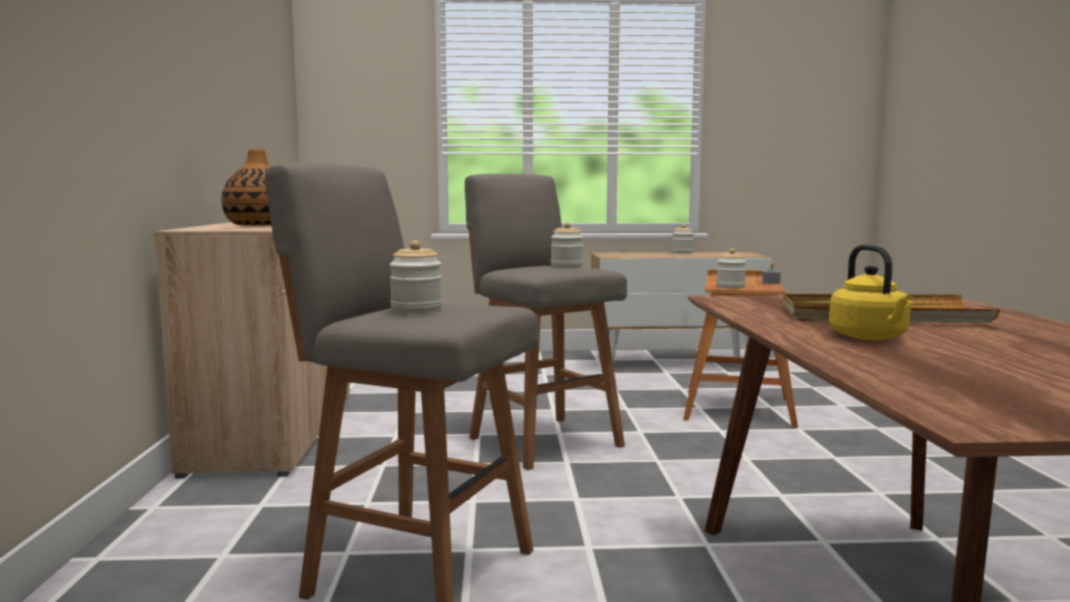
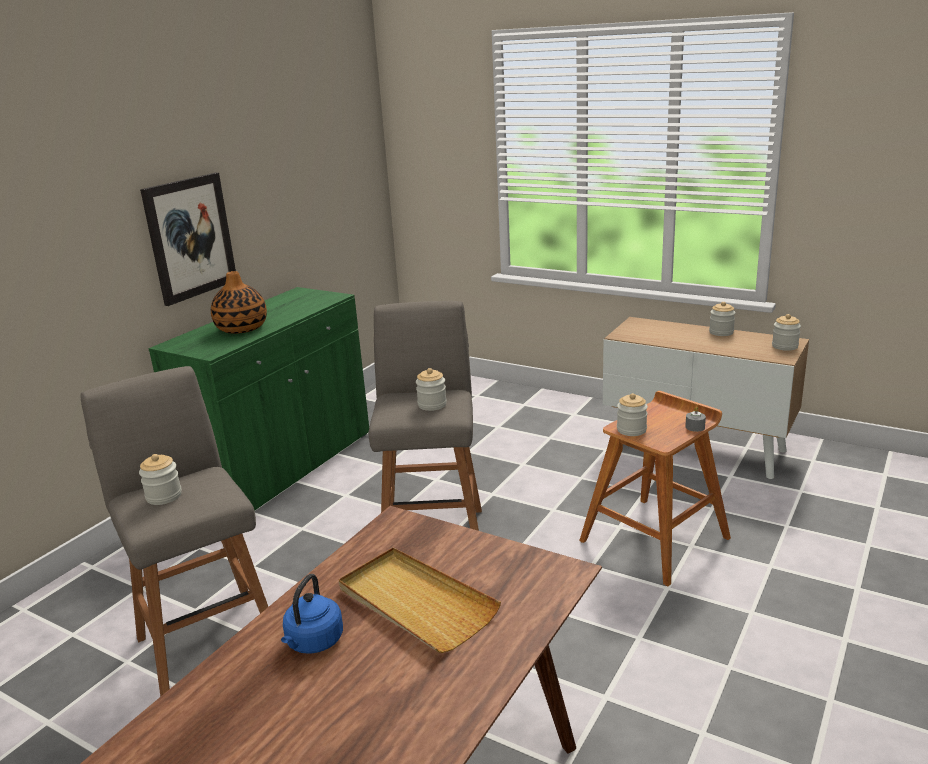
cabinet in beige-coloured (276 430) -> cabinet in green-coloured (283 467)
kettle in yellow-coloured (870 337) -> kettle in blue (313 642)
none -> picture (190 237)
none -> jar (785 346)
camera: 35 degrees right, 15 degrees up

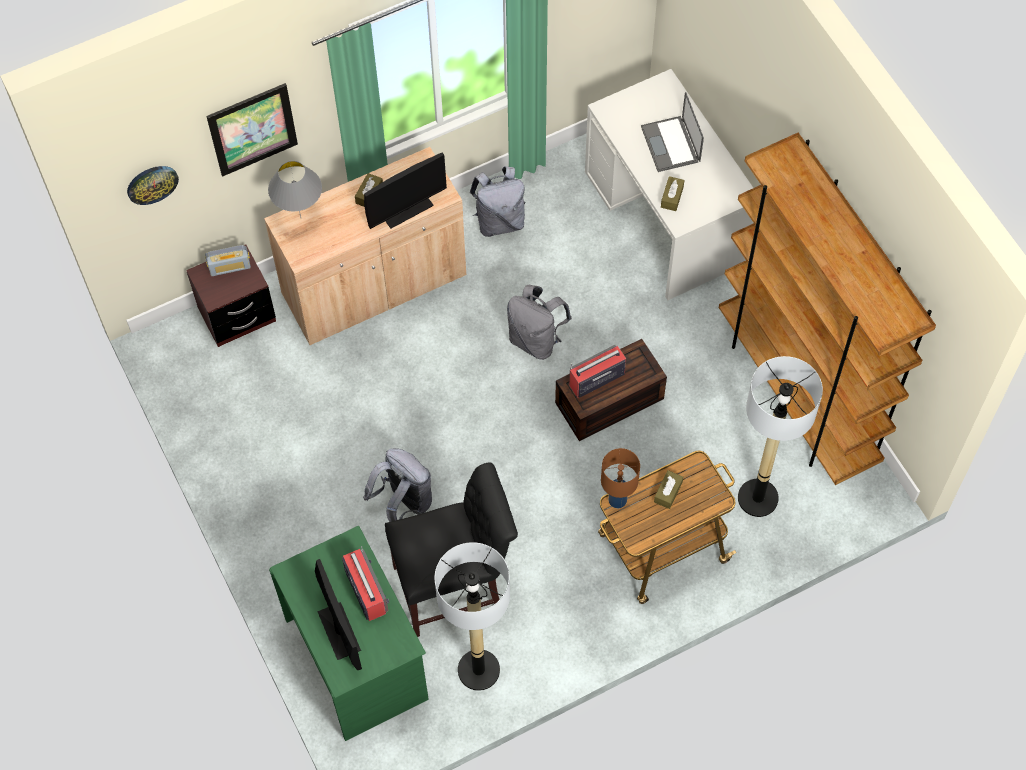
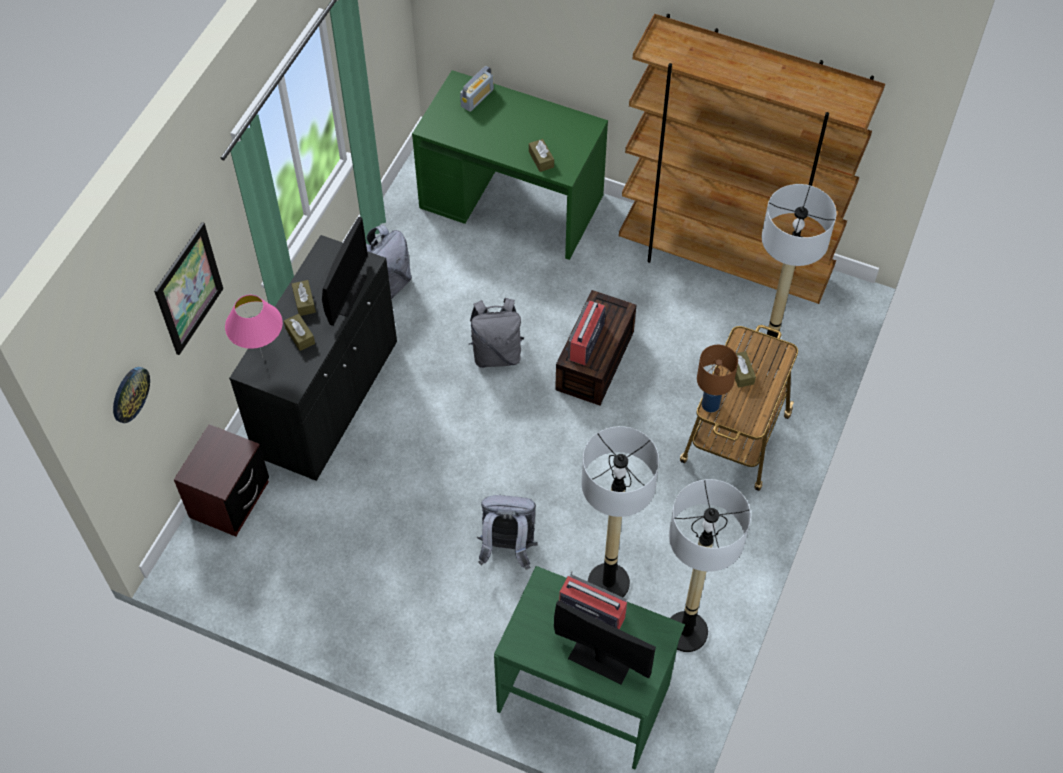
desk unit in white (665 216) -> desk unit in green-coloured (511 201)
laptop (671 145) -> none
cabinet in beige-coloured (374 285) -> cabinet in black (327 399)
lamp for a table in gray (300 218) -> lamp for a table in pink-coloured (262 357)
radio set (230 267) -> radio set (477 98), move
plain chair in black (455 587) -> standing lamp (608 583)
none -> tissue holder in brown (300 336)
camera: 40 degrees left, 5 degrees down

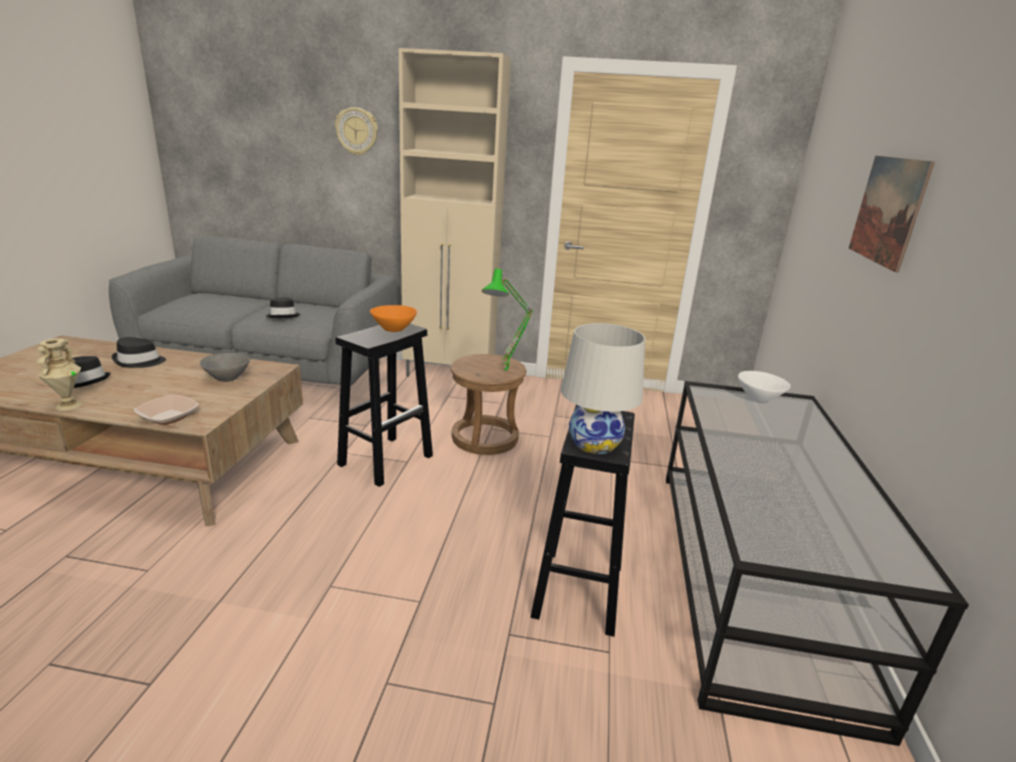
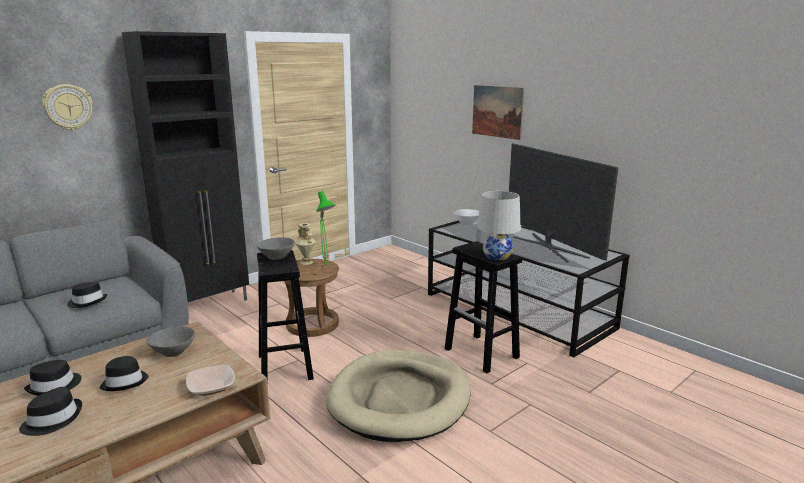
cabinet in beige-coloured (450 375) -> cabinet in black (209 305)
bowl in orange (393 329) -> bowl in gray (276 257)
decorative vase in beige-coloured (68 405) -> decorative vase in beige-coloured (306 262), move
none -> television (549 247)
none -> dog cushion in beige-coloured (400 399)
none -> clothing hat in black (125 382)
camera: 50 degrees left, 5 degrees down

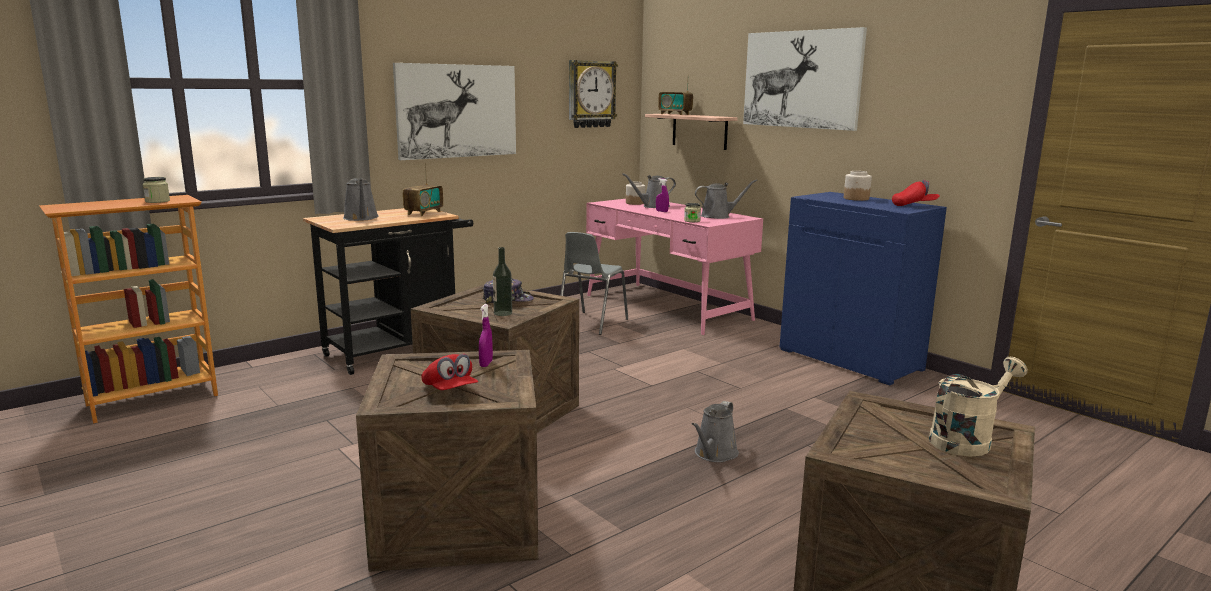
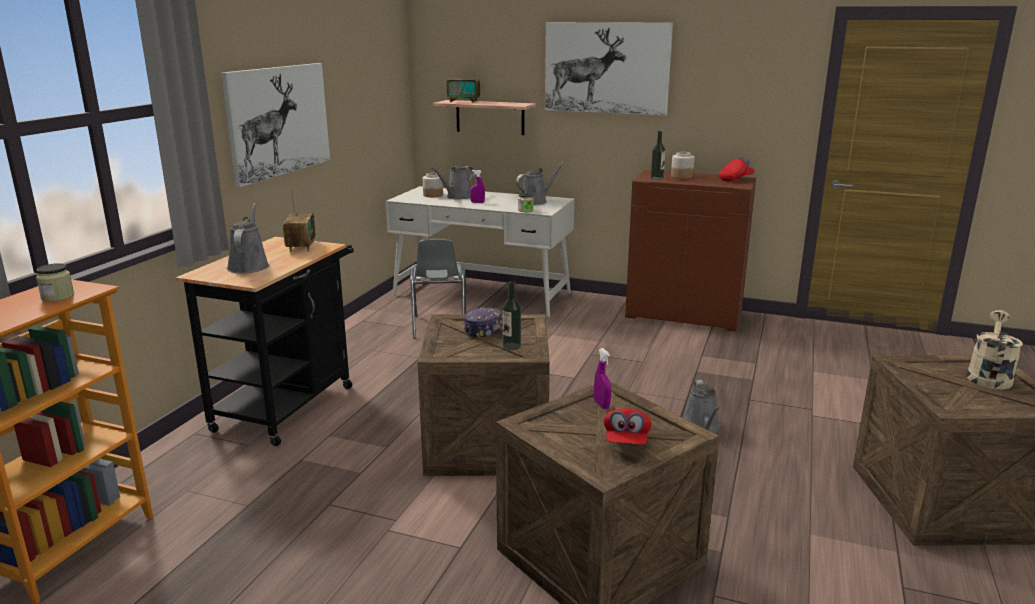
wall clock (591 94) -> none
watering pot in gray (361 218) -> watering pot in gray (249 266), 135 degrees counterclockwise
cabinet in blue (851 359) -> cabinet in brown (684 314)
desk unit in pink-coloured (666 307) -> desk unit in white (482 294)
baseball cap in red-coloured (450 390) -> baseball cap in red-coloured (626 441), 75 degrees clockwise
none -> beverage bottle (657 178)
camera: 30 degrees left, 5 degrees up

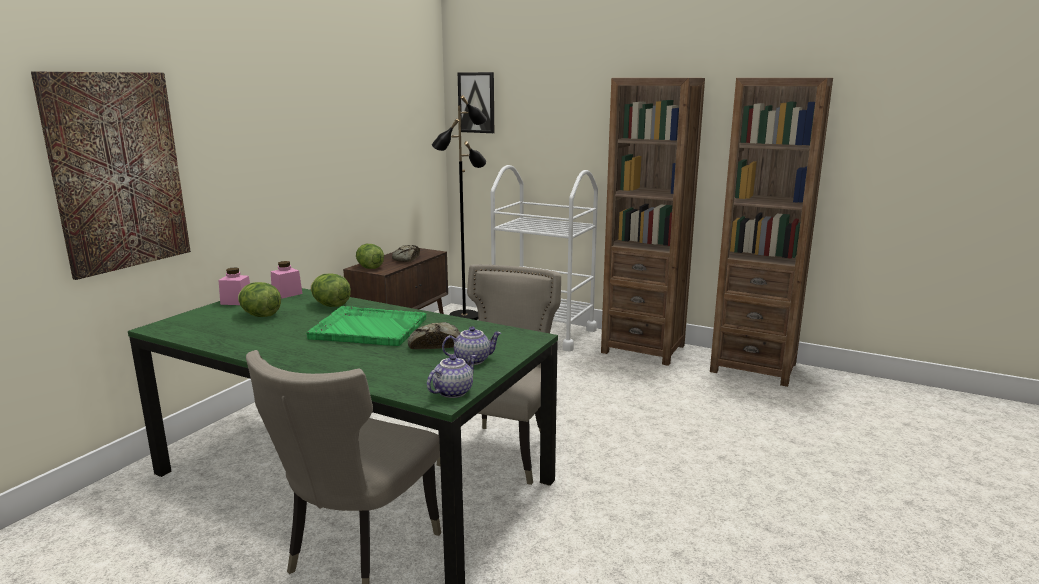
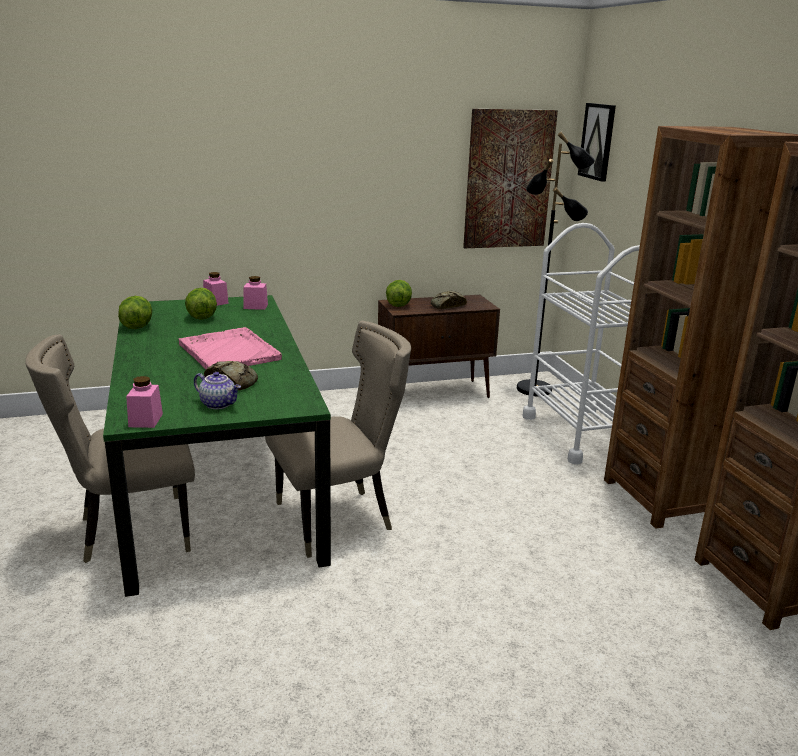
picture (117 172) -> picture (508 180), move
head of lettuce (331 305) -> head of lettuce (137 326), move
tray in green-coloured (368 328) -> tray in pink-coloured (229 351)
pot for tea (452 392) -> jar in pink-coloured (145 420)
camera: 45 degrees right, 5 degrees up

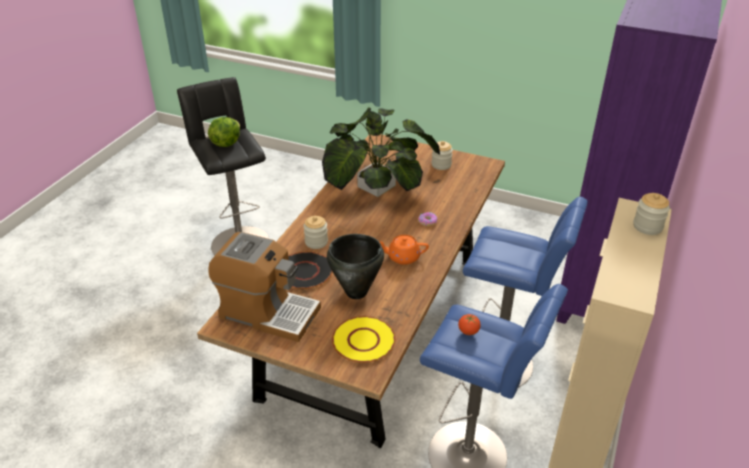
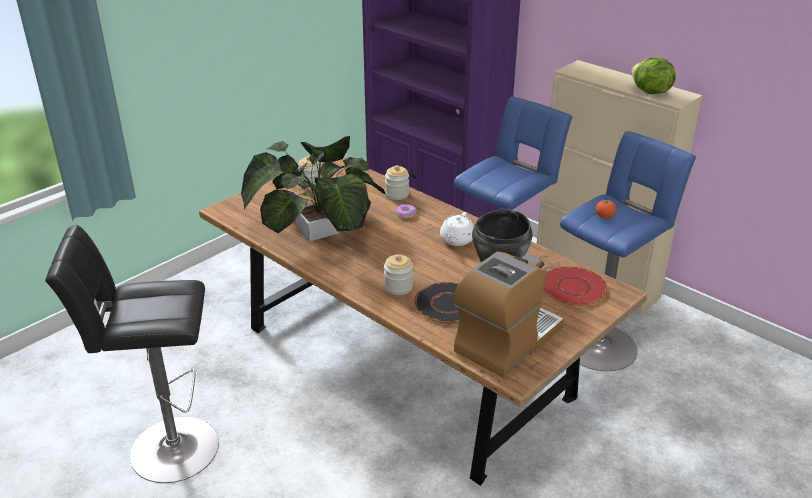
head of lettuce (226 143) -> head of lettuce (649 92), move
jar (647 226) -> jar (397 194), move
pot for tea in orange (402 257) -> pot for tea in white (456 240)
plate in yellow-coloured (364 340) -> plate in red-coloured (573 287)
camera: 70 degrees left, 5 degrees down

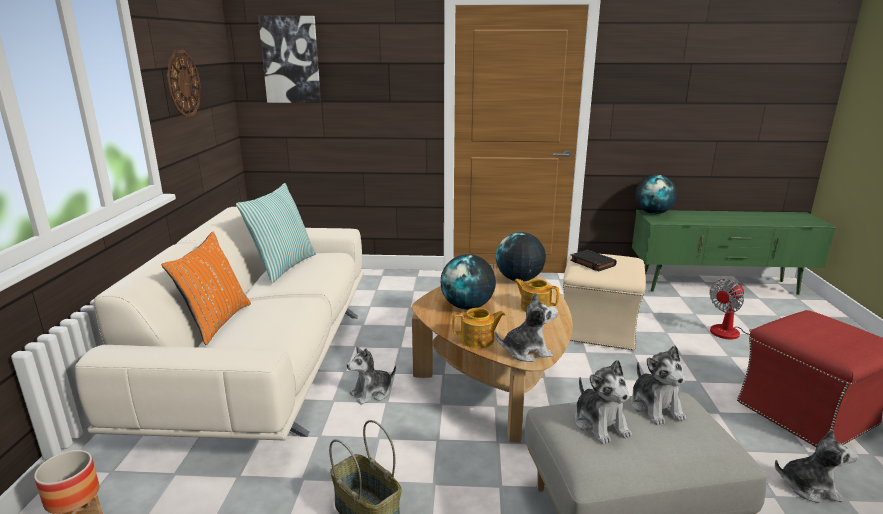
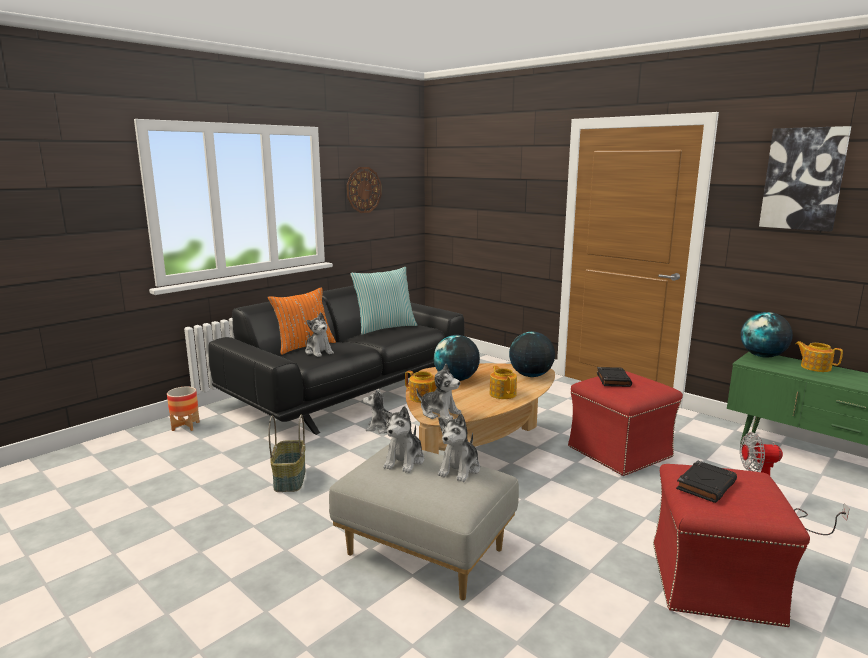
picture (291 60) -> picture (803 179), move
settee in beige-coloured (265 362) -> settee in black (349 392)
footrest in beige-coloured (598 329) -> footrest in red-coloured (620 451)
plush toy (809 487) -> plush toy (319 352), move
none -> pot for tea (815 367)
none -> bound book in black (706 485)
camera: 40 degrees right, 5 degrees down

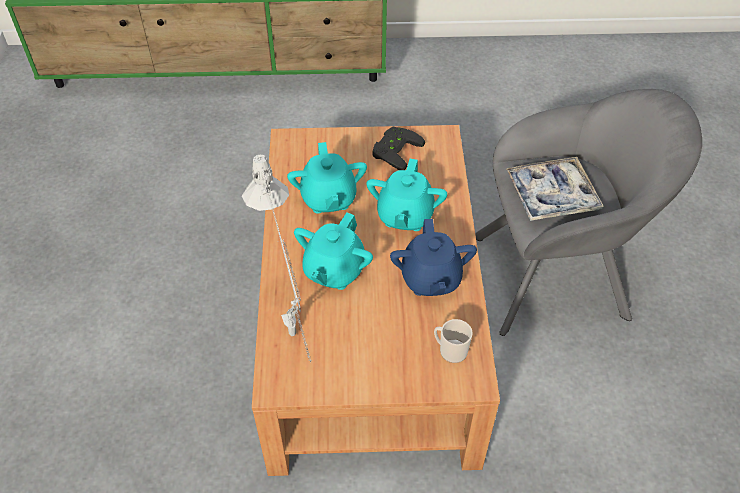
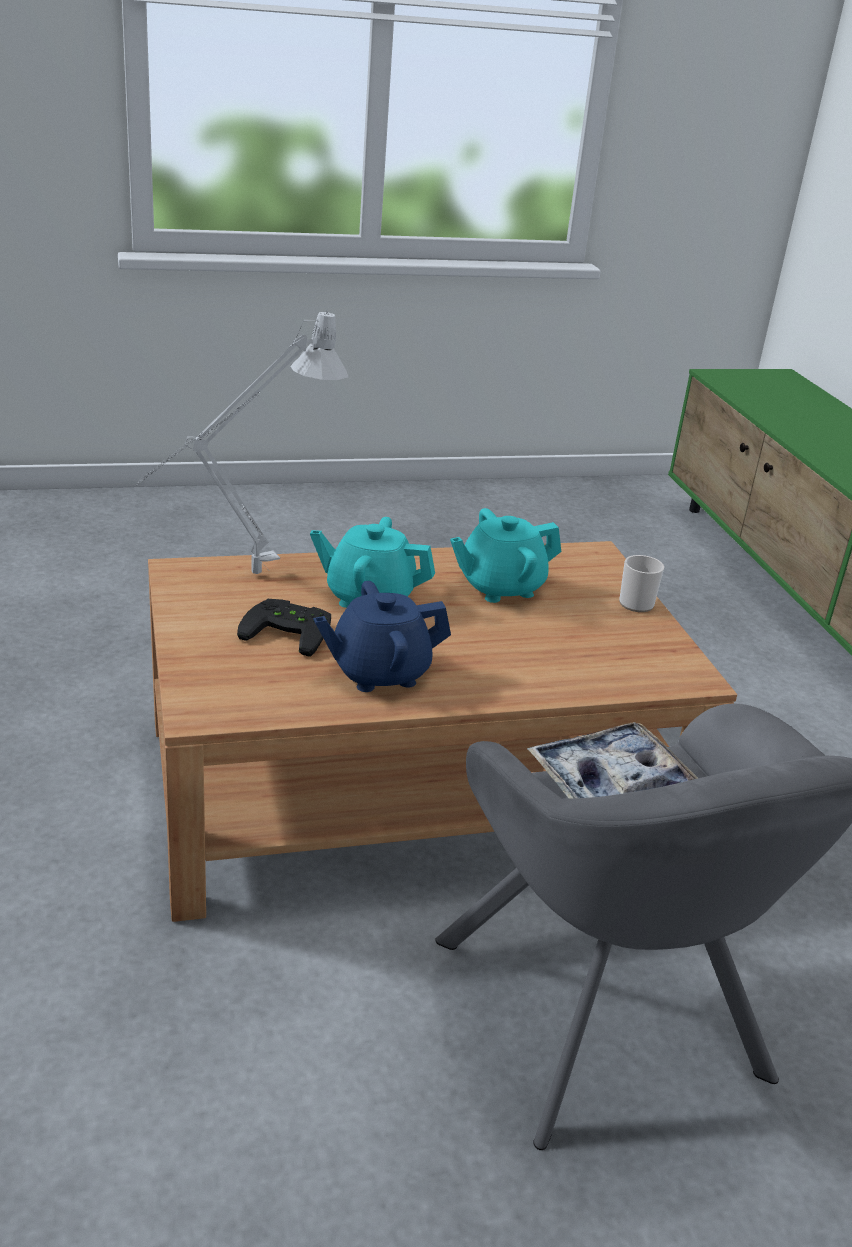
joypad in black (394 150) -> joypad in black (290 631), move
pot for tea in turquoise (405 216) -> none
coffee mug (450 350) -> coffee mug (636 601), move
camera: 75 degrees right, 20 degrees down

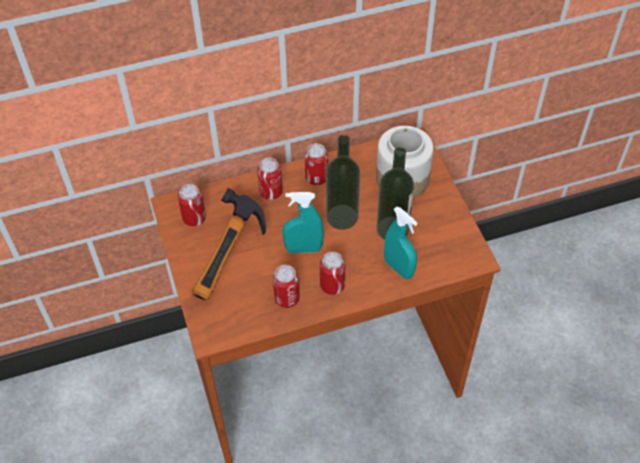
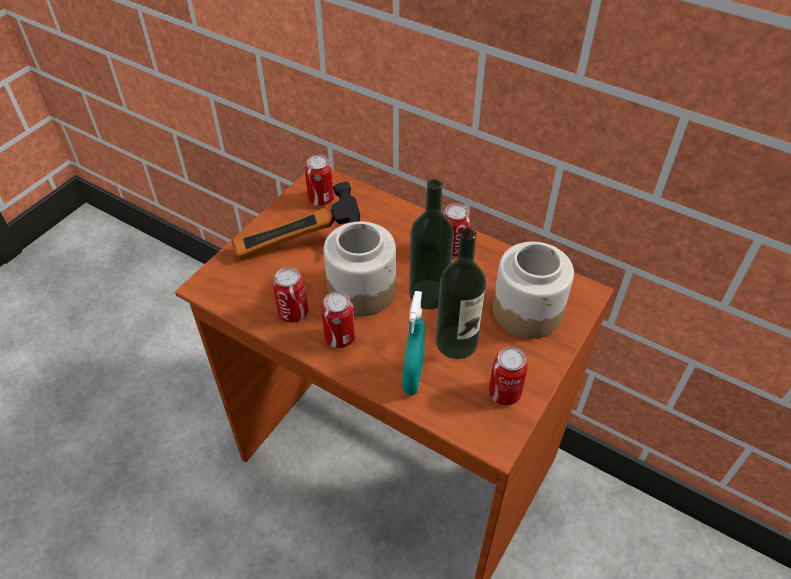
can (271 192) -> can (504 393), move
hand sprayer in turquoise (303 249) -> jar (362 290)
camera: 50 degrees right, 5 degrees down

